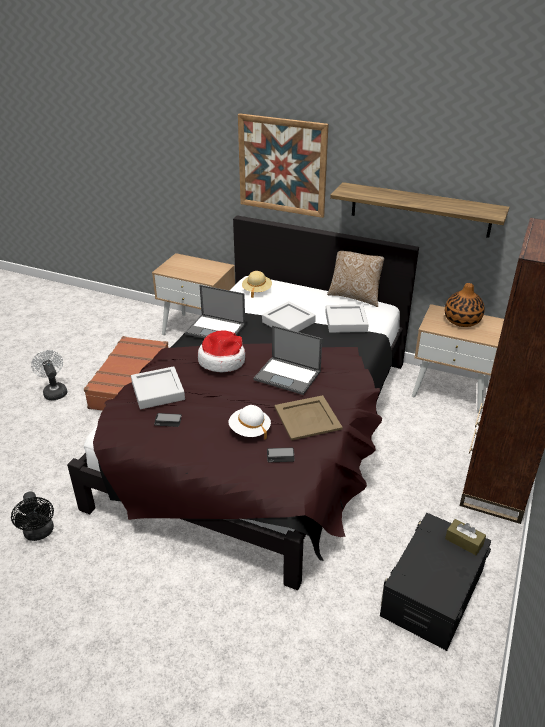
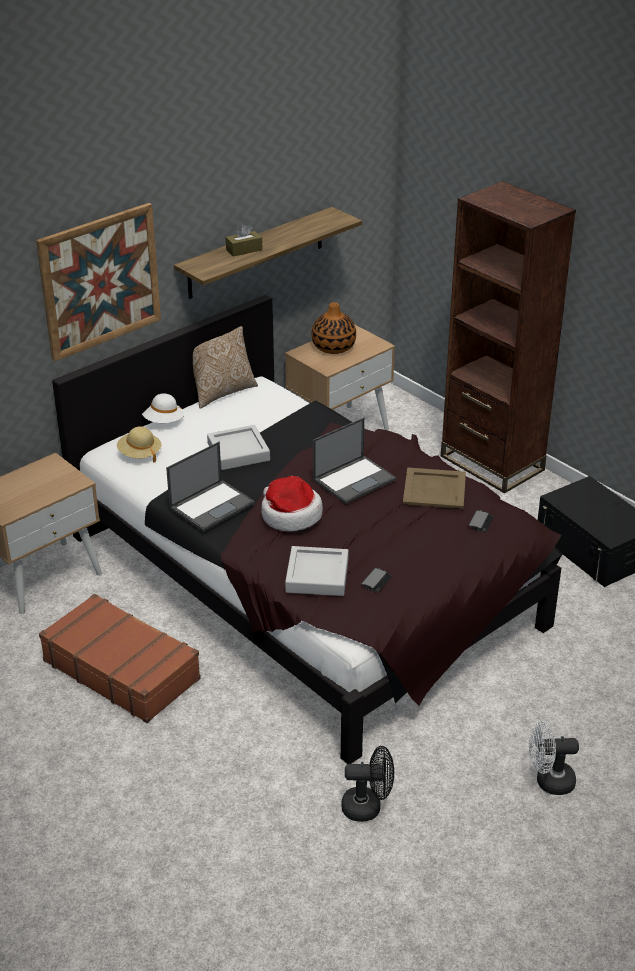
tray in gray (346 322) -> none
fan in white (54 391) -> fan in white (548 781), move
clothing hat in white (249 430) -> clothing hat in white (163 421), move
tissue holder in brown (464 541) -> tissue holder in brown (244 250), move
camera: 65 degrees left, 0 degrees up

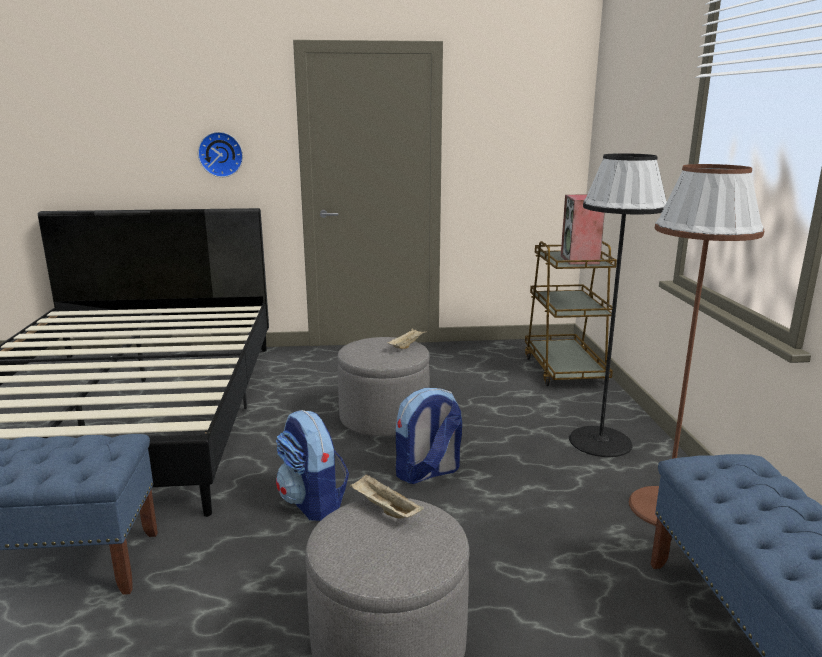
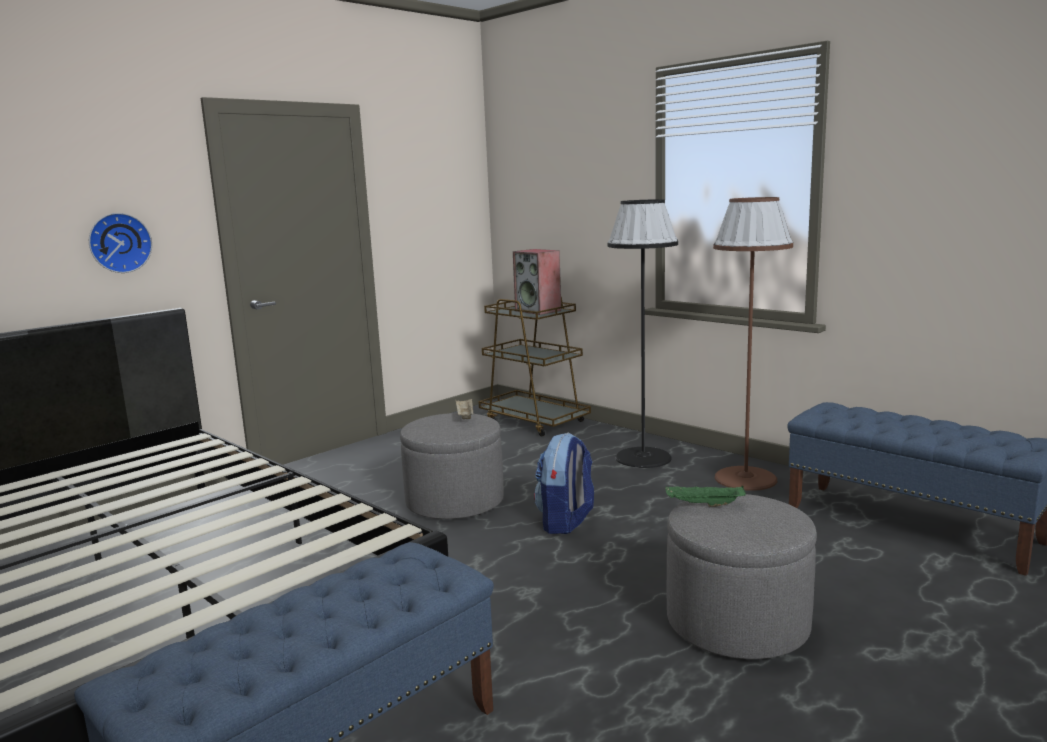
rucksack (313 502) -> none
tray in beige-coloured (384 509) -> tray in green-coloured (704 505)
camera: 40 degrees left, 5 degrees down

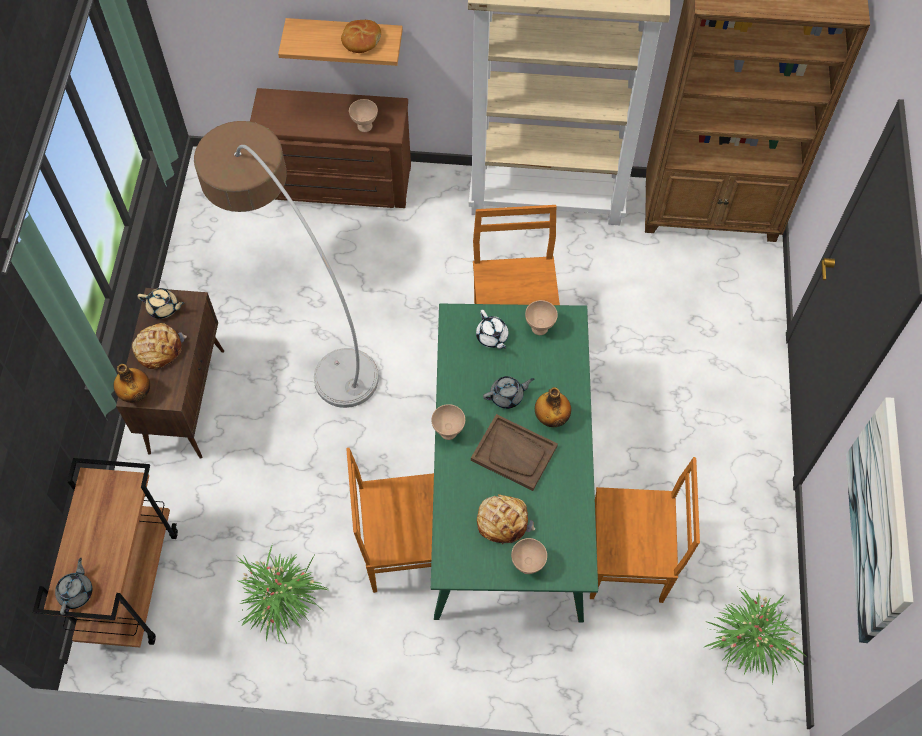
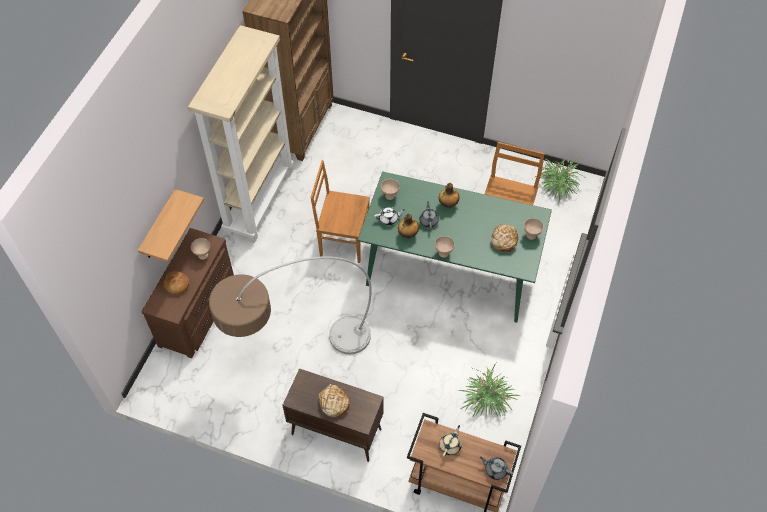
bakery bread (361 40) -> bakery bread (176 285), move
pot for tea in beige-coloured (164 308) -> pot for tea in beige-coloured (450 445), move
beverage bottle (137 394) -> beverage bottle (407 234), move
picture (881 521) -> none
tray in brown (514 453) -> none
plain chair in brown (402 550) -> none
camera: 75 degrees left, 5 degrees down

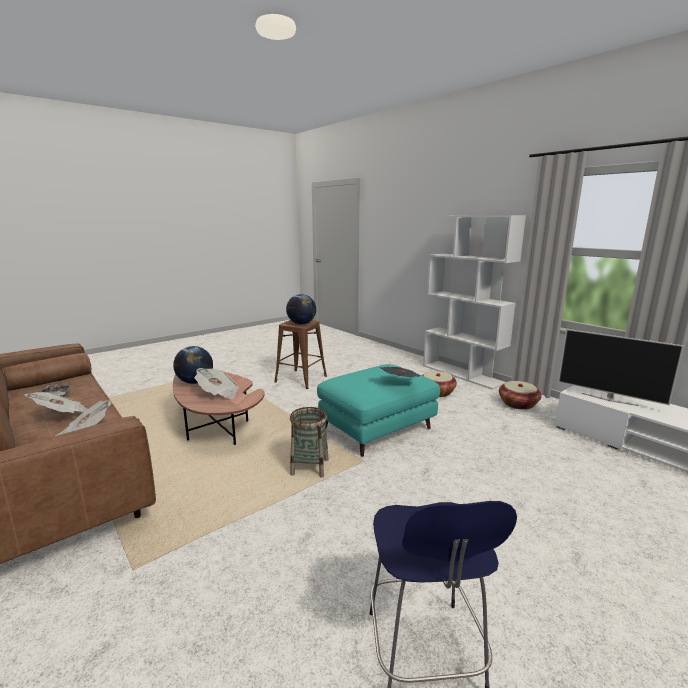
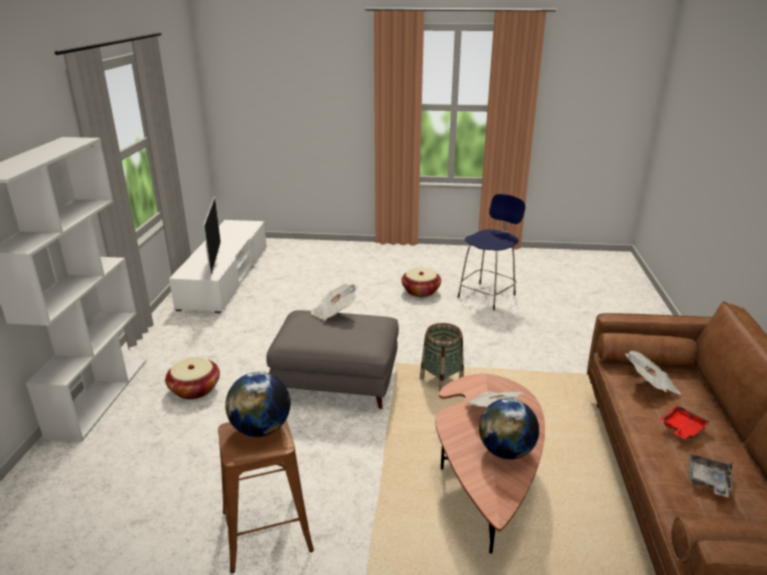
footrest in turquoise (377 430) -> footrest in gray (337 382)
basket (518 404) -> basket (421 291), move
printed paper (62 415) -> tray in red-coloured (682 428)
camera: 135 degrees left, 10 degrees up

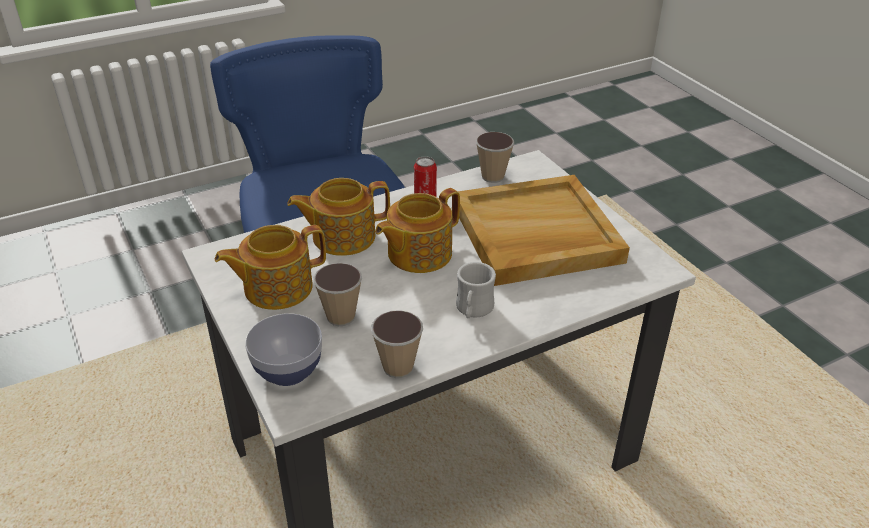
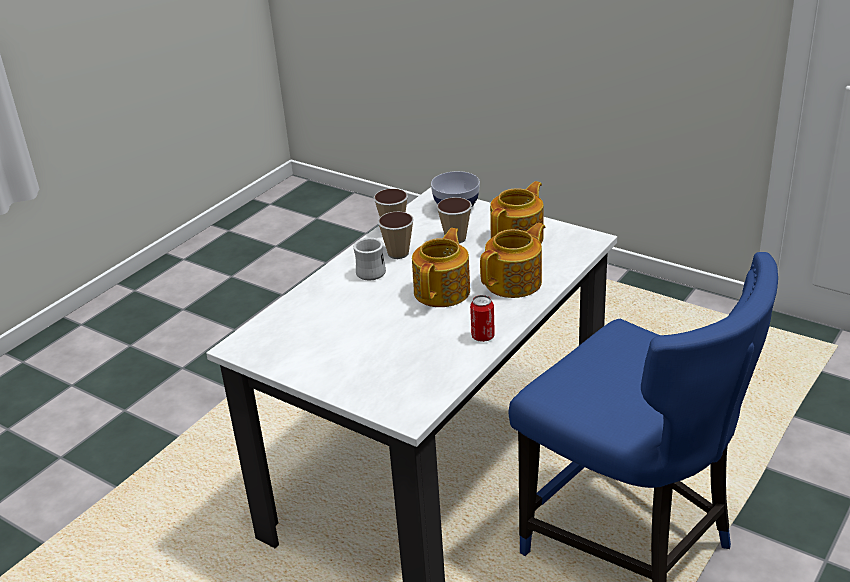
cup (492 177) -> cup (398 253), move
tray in beige-coloured (535 235) -> none
camera: 155 degrees right, 5 degrees down

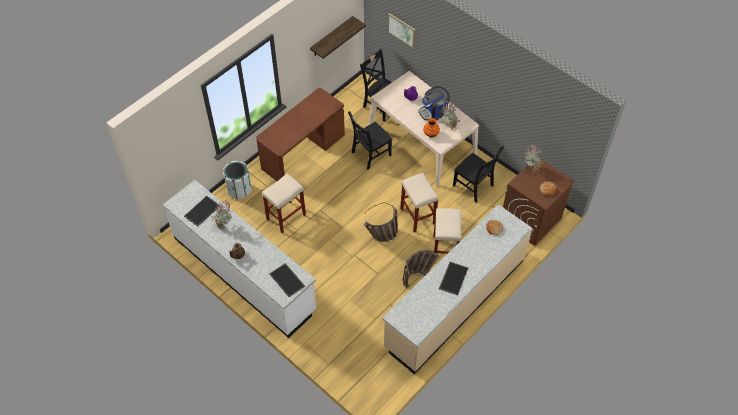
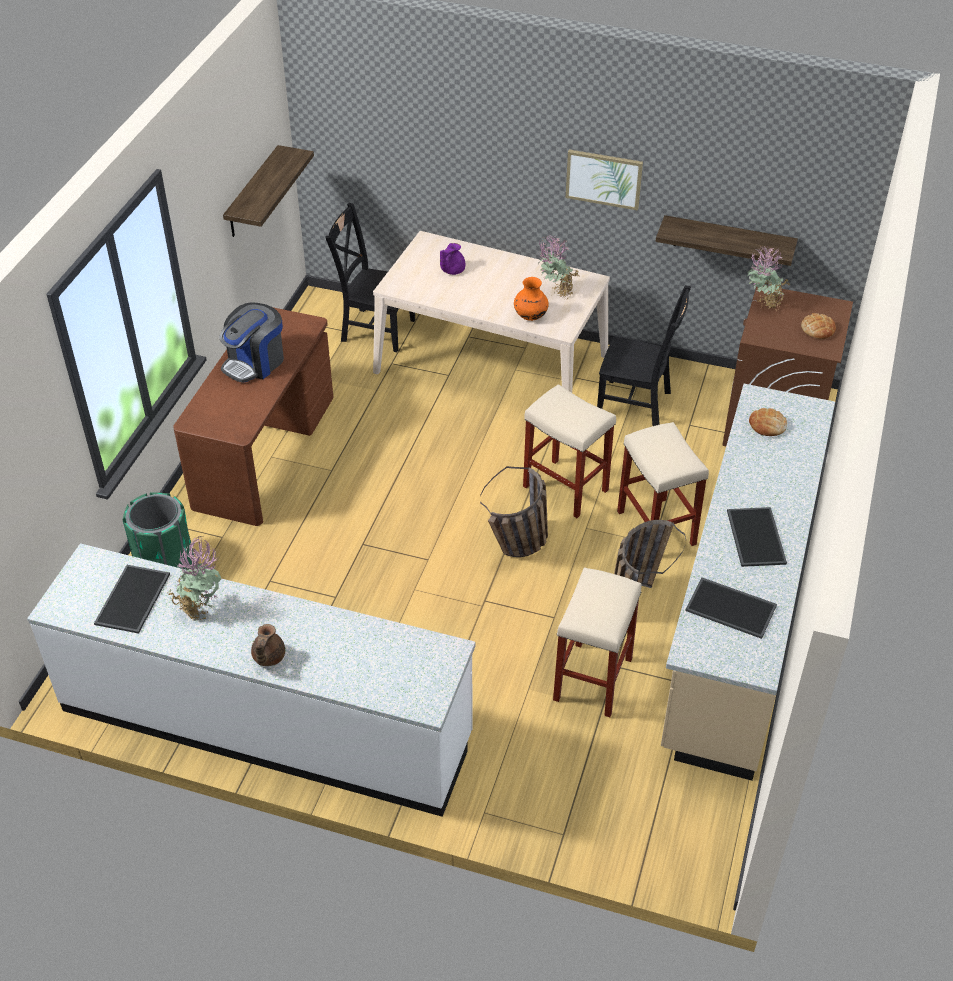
picture (402 30) -> picture (604 179), move
coffee machine (434 111) -> coffee machine (255 362), move
plain chair in black (370 154) -> none
trash can in white (239 190) -> trash can in green-coloured (165 564)
sitting stool in beige-coloured (286 217) -> sitting stool in beige-coloured (593 680), move
tray (287 280) -> tray (732 607), move
none -> wall shelf (728 240)
camera: 25 degrees left, 10 degrees down

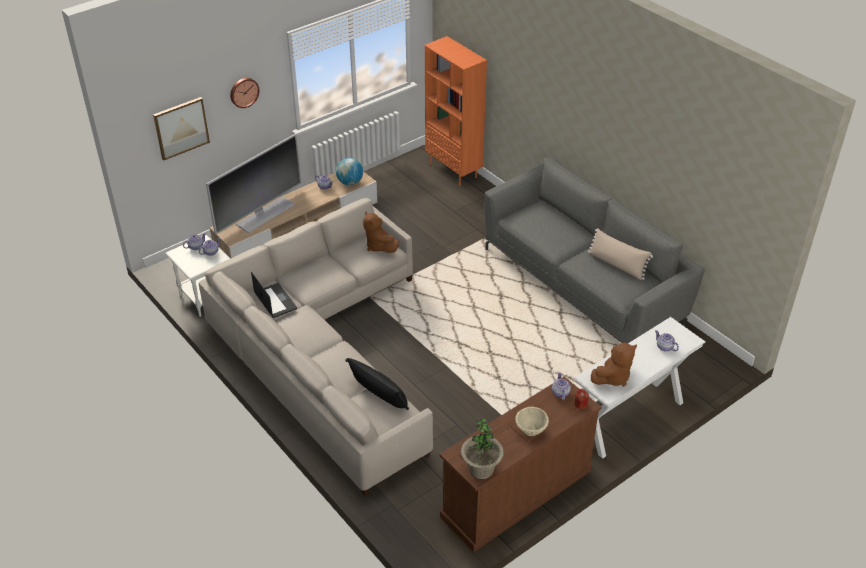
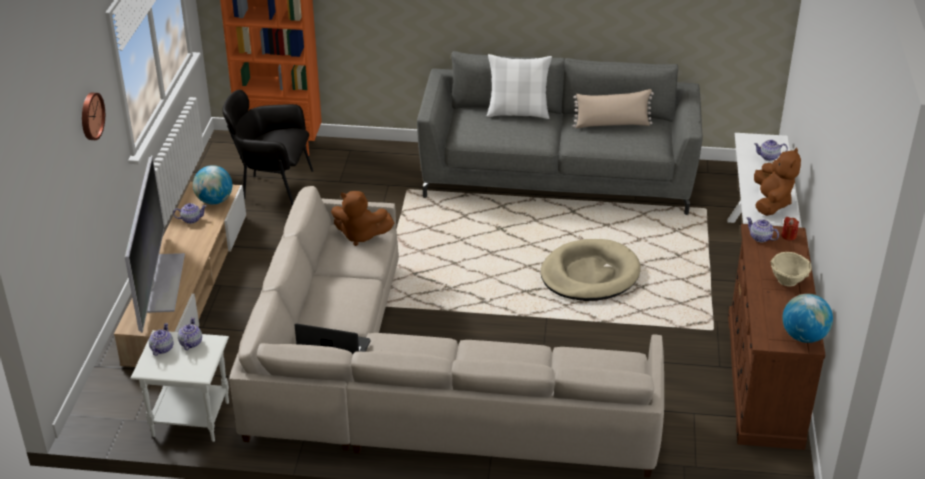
picture (181 128) -> none
pillow in black (378 393) -> none
houseplant (481 469) -> world globe (803 336)
none -> pillow in white (518 113)
none -> easy chair in black (273 189)
none -> dog cushion in beige-coloured (589 274)
camera: 45 degrees left, 5 degrees down

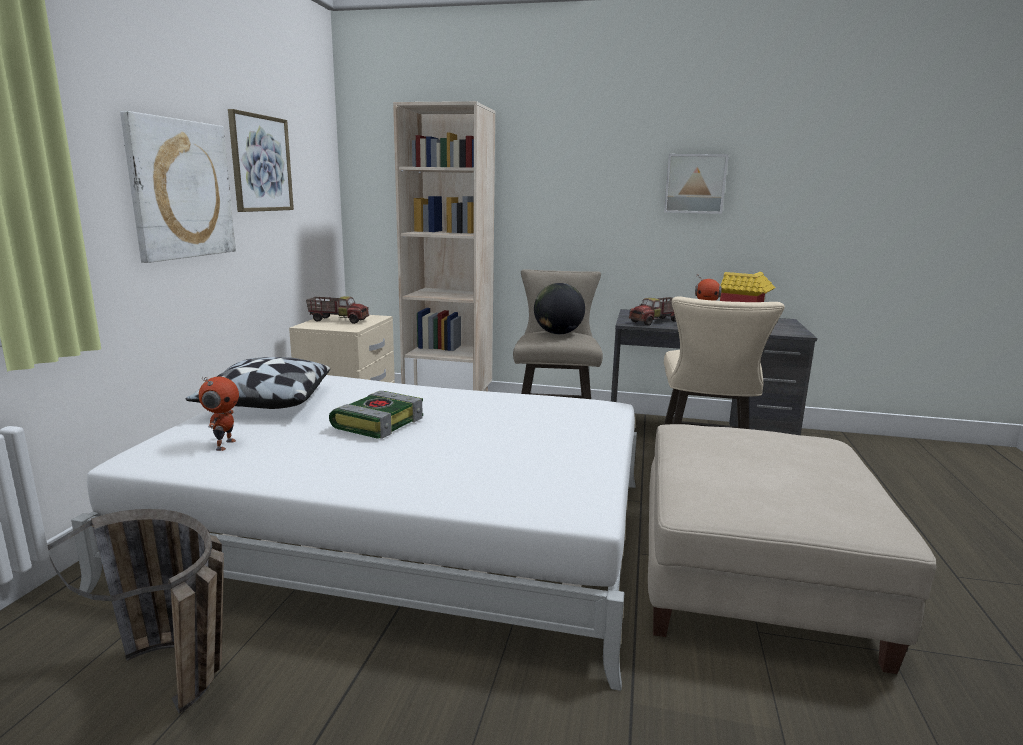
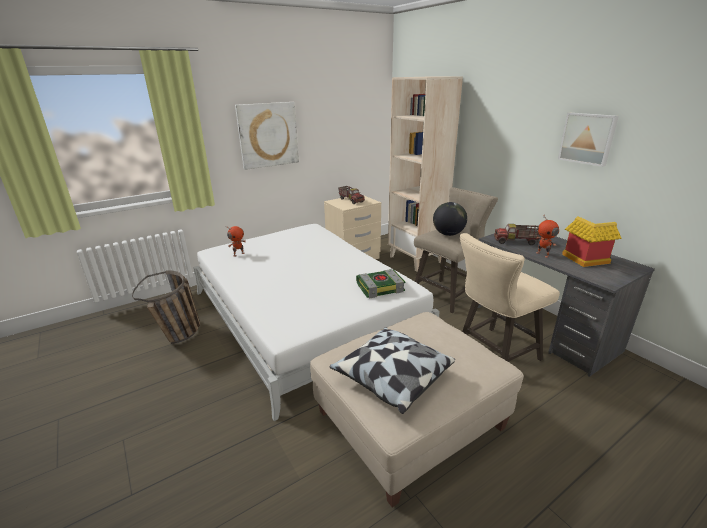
picture (261 163) -> none
pillow (265 403) -> pillow (391 377), move
bound book (378 423) -> bound book (380 287), move
camera: 45 degrees right, 10 degrees up

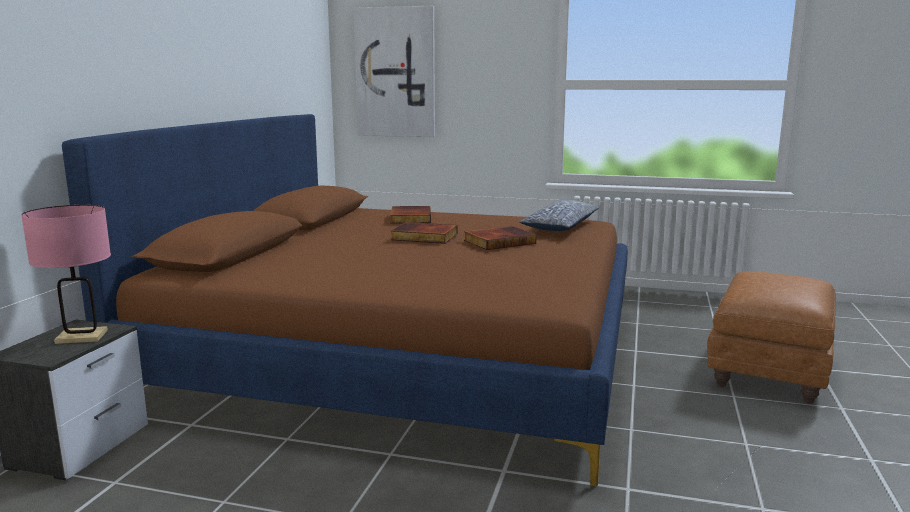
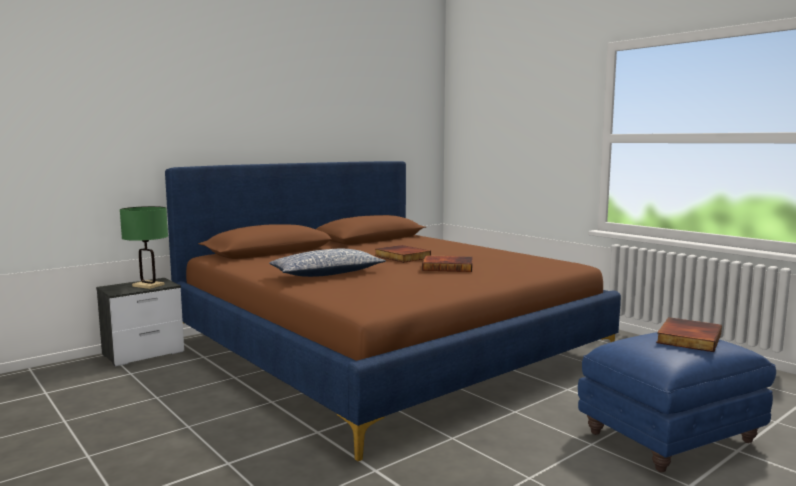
picture (395 73) -> none
pillow (560 227) -> pillow (326 274), move
lamp for a table in pink-coloured (81 337) -> lamp for a table in green-coloured (148 285)
bound book (409 218) -> bound book (687 338), move
footrest in brown (768 371) -> footrest in blue (670 437)
camera: 35 degrees right, 5 degrees down

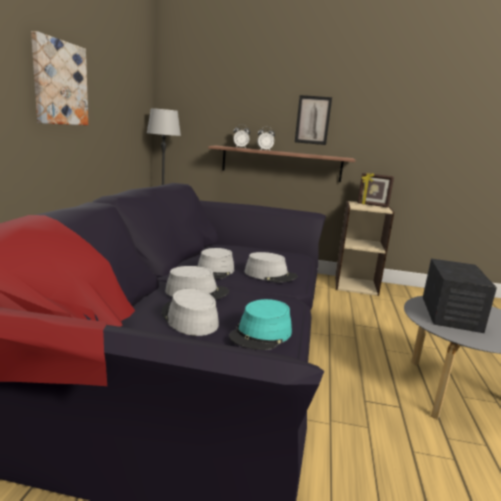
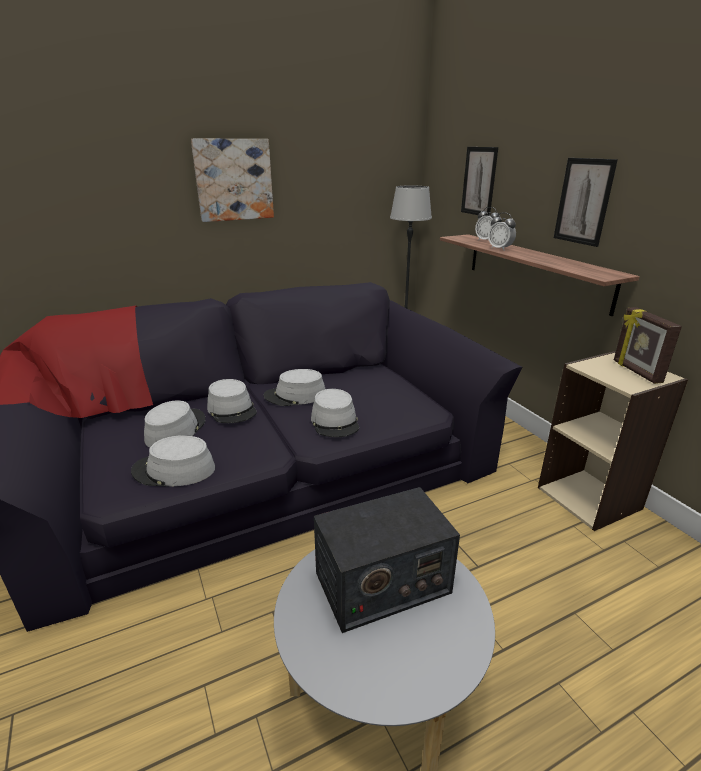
clothing hat in turquoise (261 334) -> clothing hat in gray (174 470)
none -> picture (479 181)
camera: 55 degrees right, 10 degrees up

